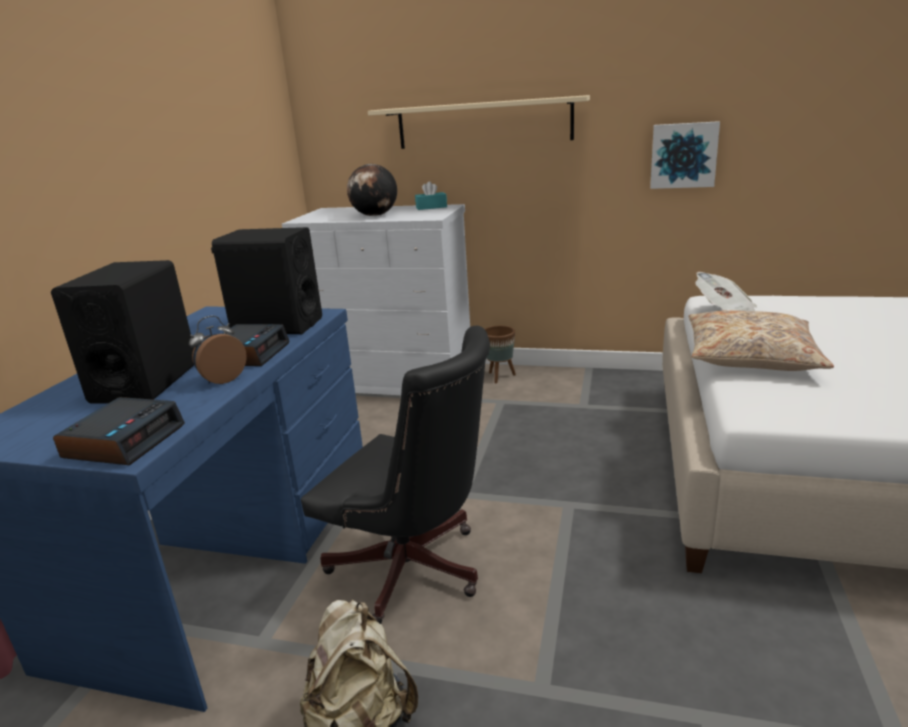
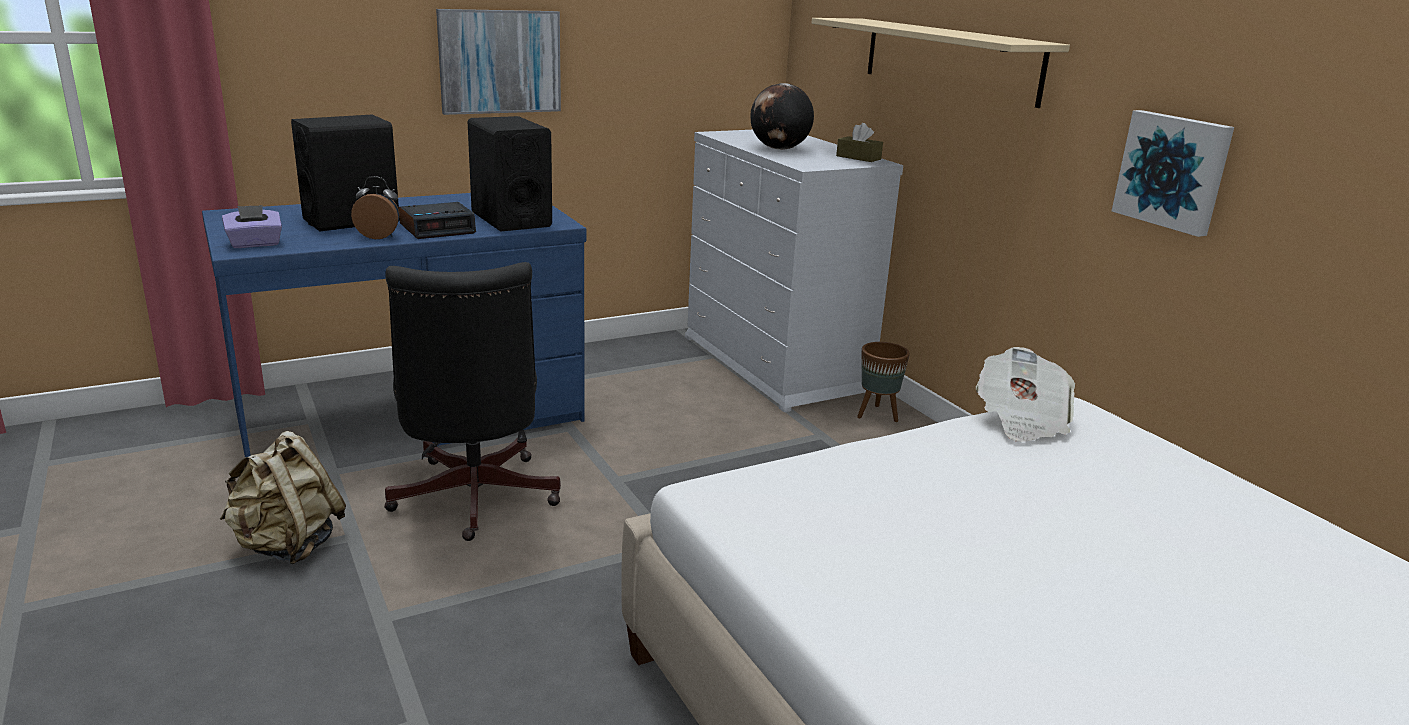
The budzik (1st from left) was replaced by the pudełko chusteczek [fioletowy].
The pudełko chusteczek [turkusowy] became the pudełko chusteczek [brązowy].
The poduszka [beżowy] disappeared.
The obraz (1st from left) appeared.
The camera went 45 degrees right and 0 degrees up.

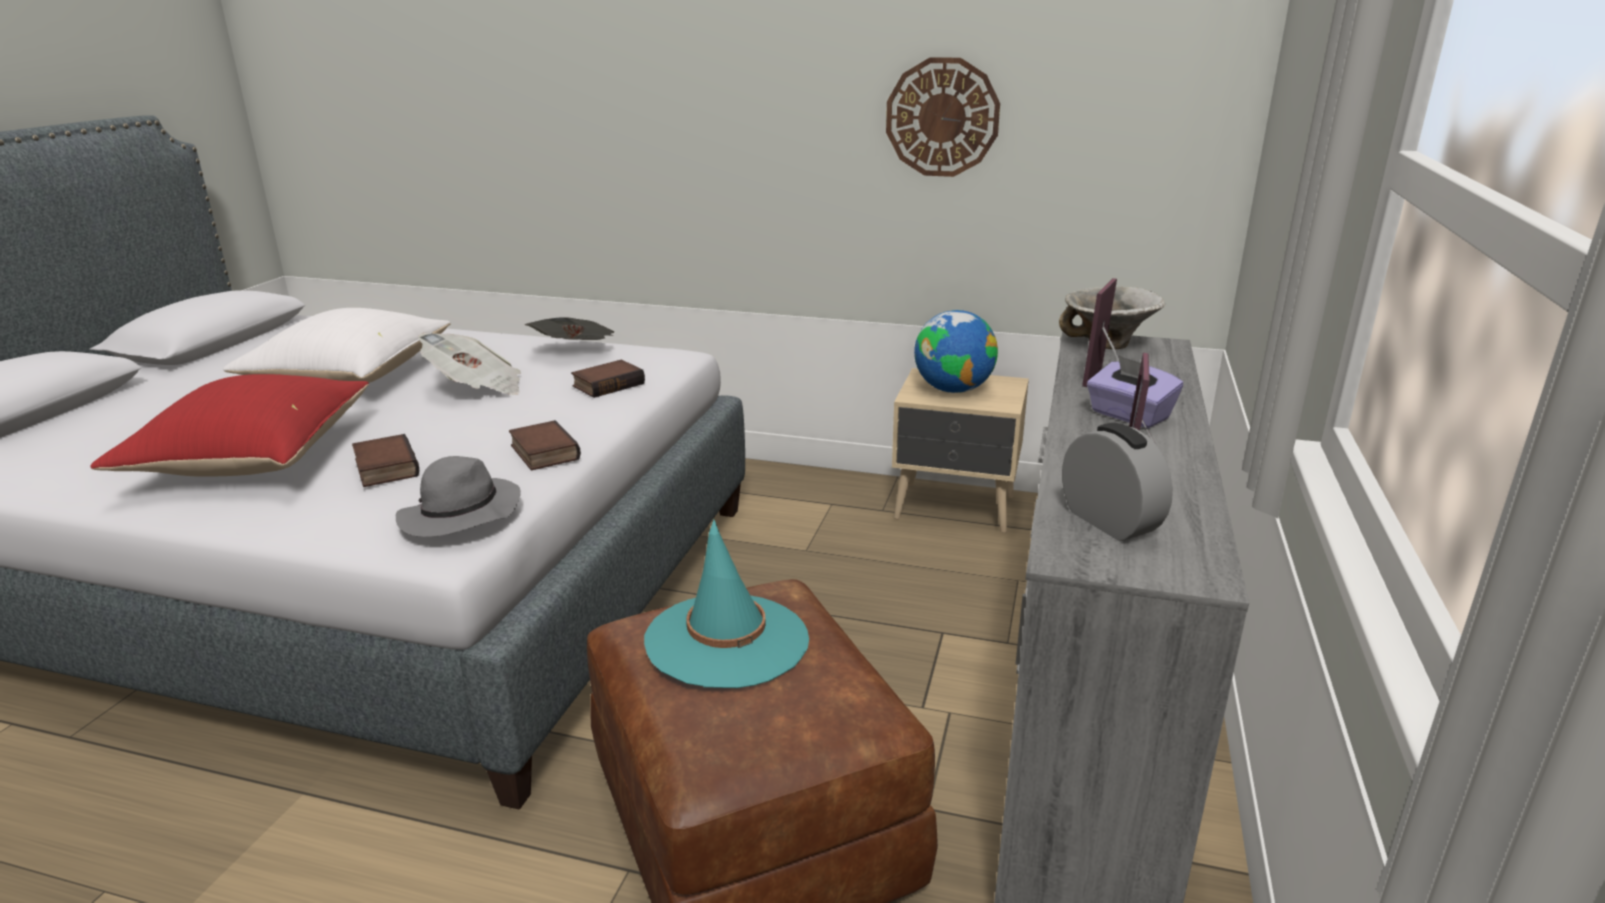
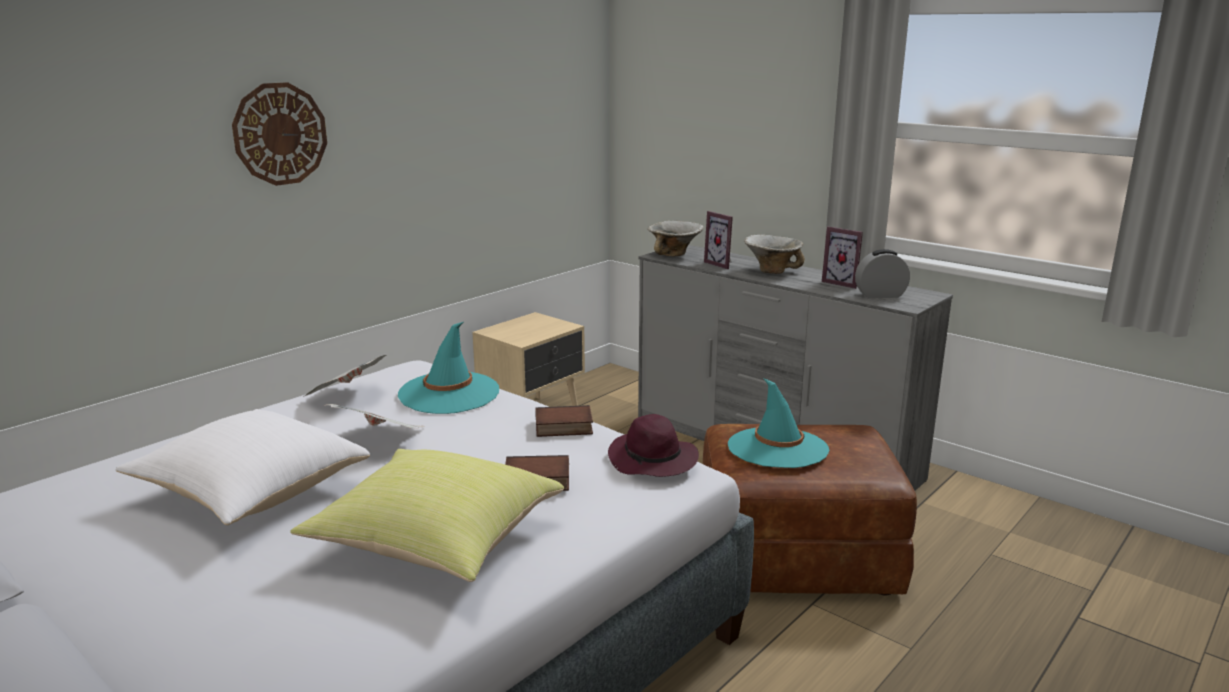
The poduszka [czerwony] became the poduszka [żółty].
The kapelusz [szary] became the kapelusz [fioletowy].
The książka (3rd from left) was replaced by the kapelusz [turkusowy] (1st from left).
The zegar ścienny moved.
The globus disappeared.
The pudełko chusteczek [fioletowy] was replaced by the miska (2nd from left).
The camera went 65 degrees left and 5 degrees down.

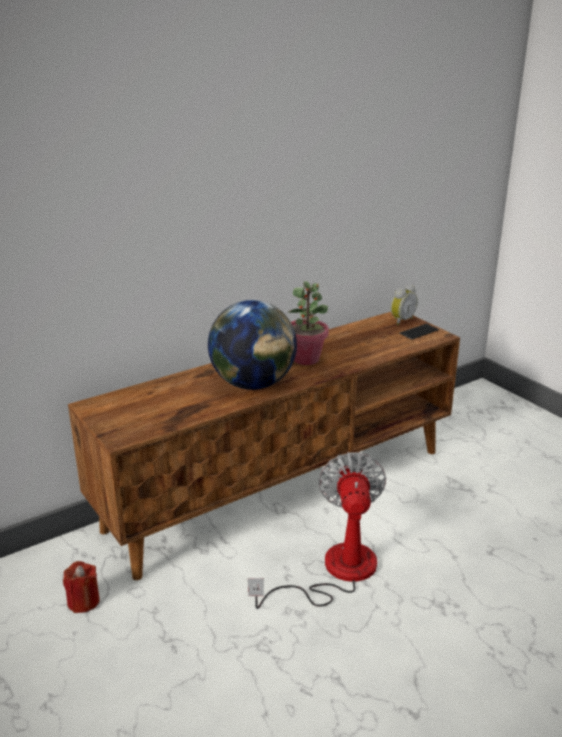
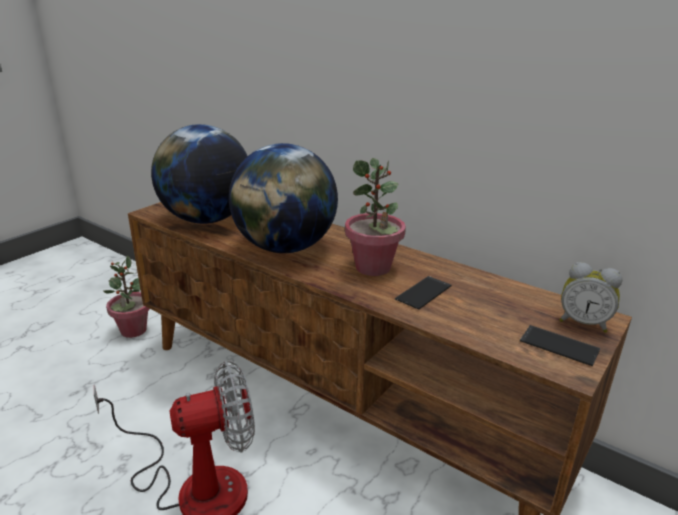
The świeca [czerwony] was replaced by the roślina doniczkowa (1st from left).
The globus (1st from left) appeared.
The telefon (1st from left) appeared.
The camera went 70 degrees right and 0 degrees up.

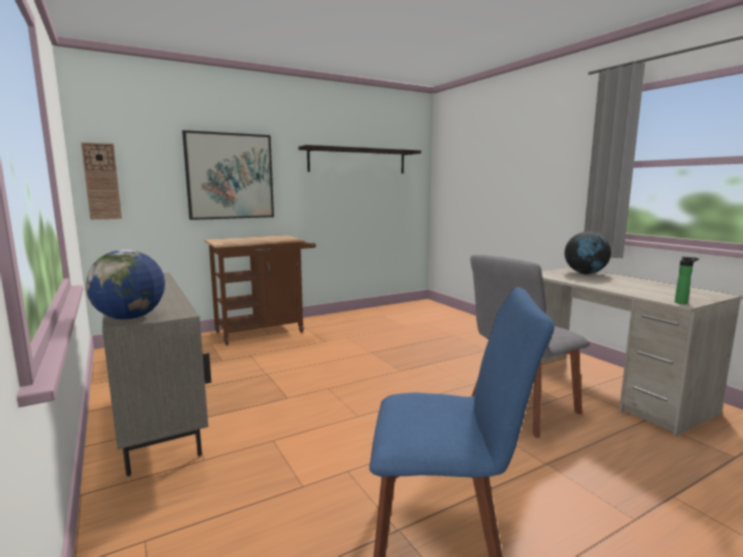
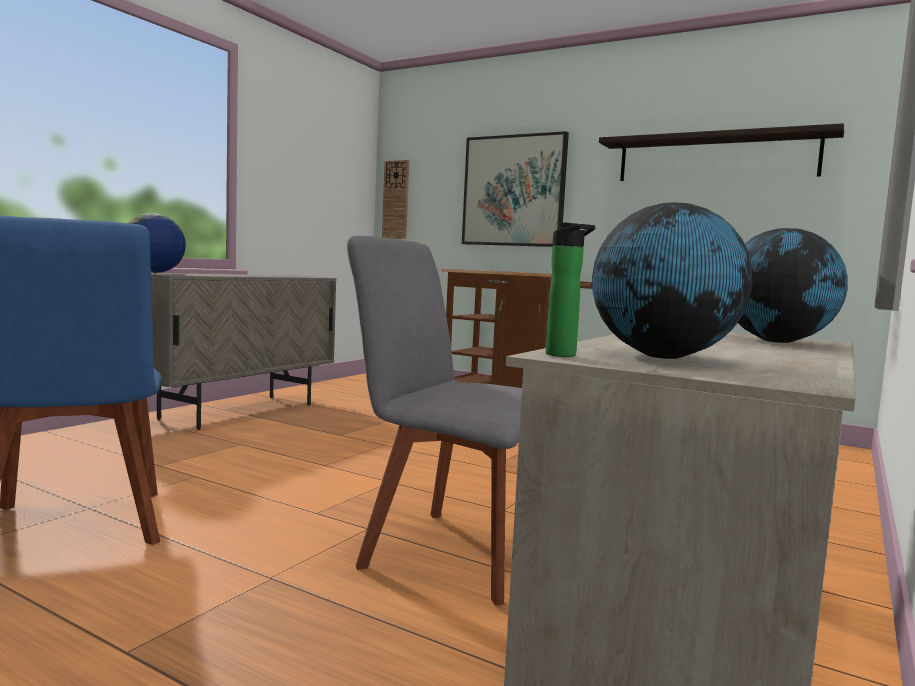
The globus (2nd from left) appeared.
The camera went 60 degrees right and 5 degrees down.

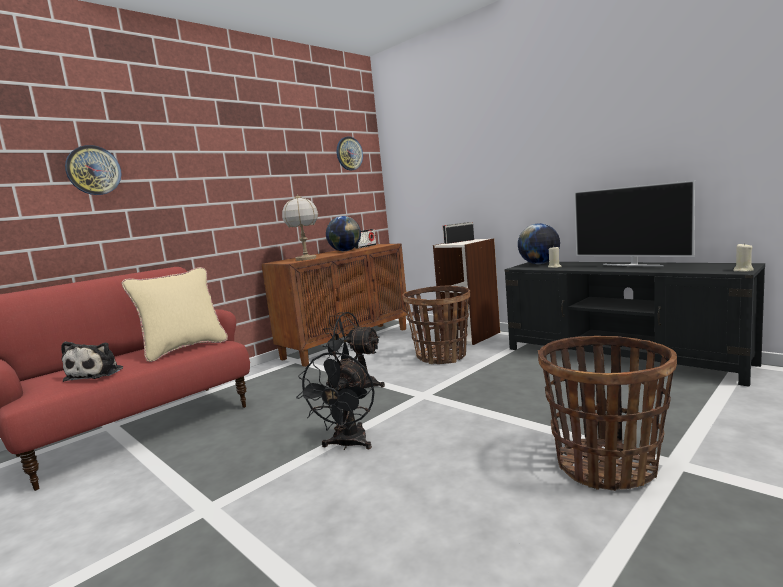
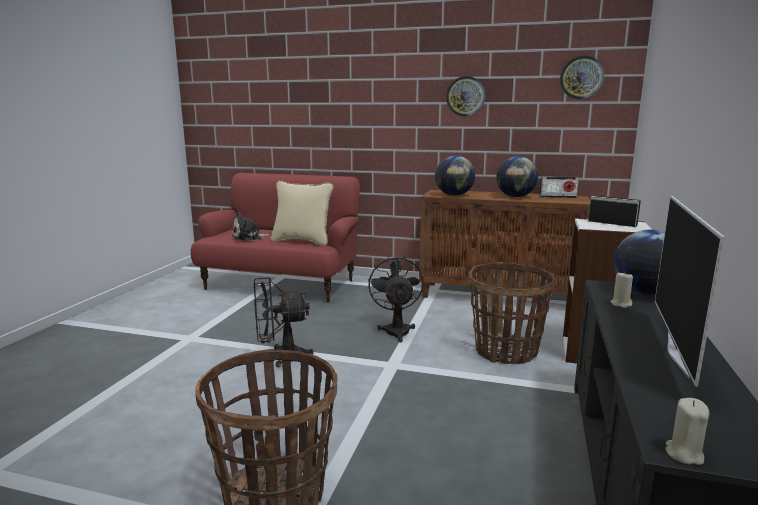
The zegar ścienny (1st from left) moved.
The lampa stołowa was replaced by the globus (1st from left).
The camera went 60 degrees right and 5 degrees up.

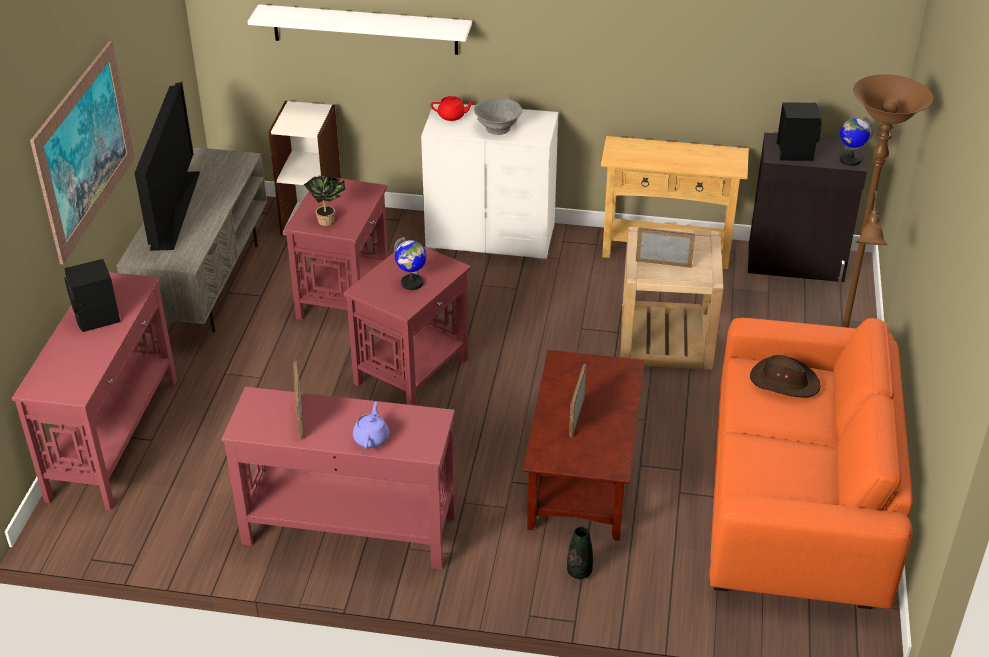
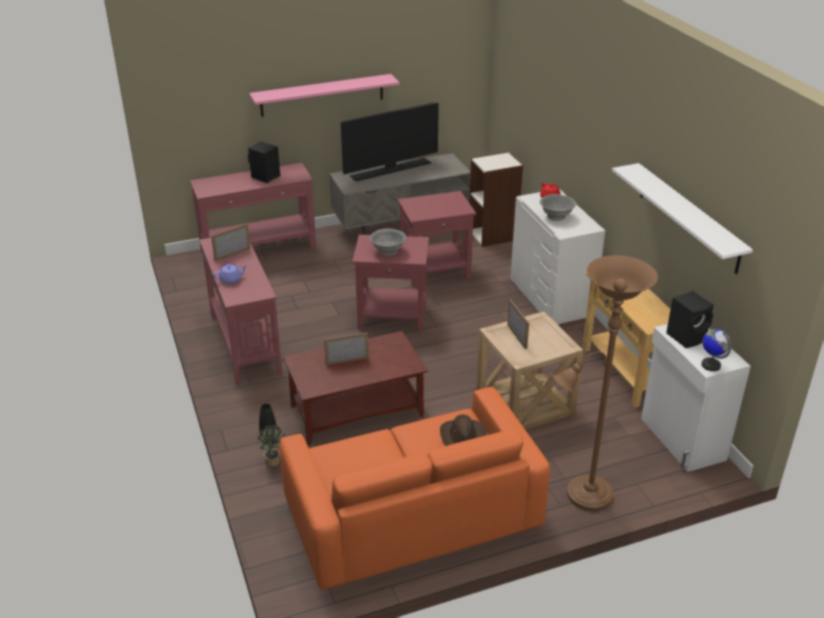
The obraz was replaced by the półka [różowy].
The półka [biały] moved.
The roślina doniczkowa moved.
The globus (1st from left) was replaced by the miska [szary] (1st from left).
The szafka [czarny] became the szafka [biały].
The camera went 60 degrees right and 5 degrees down.

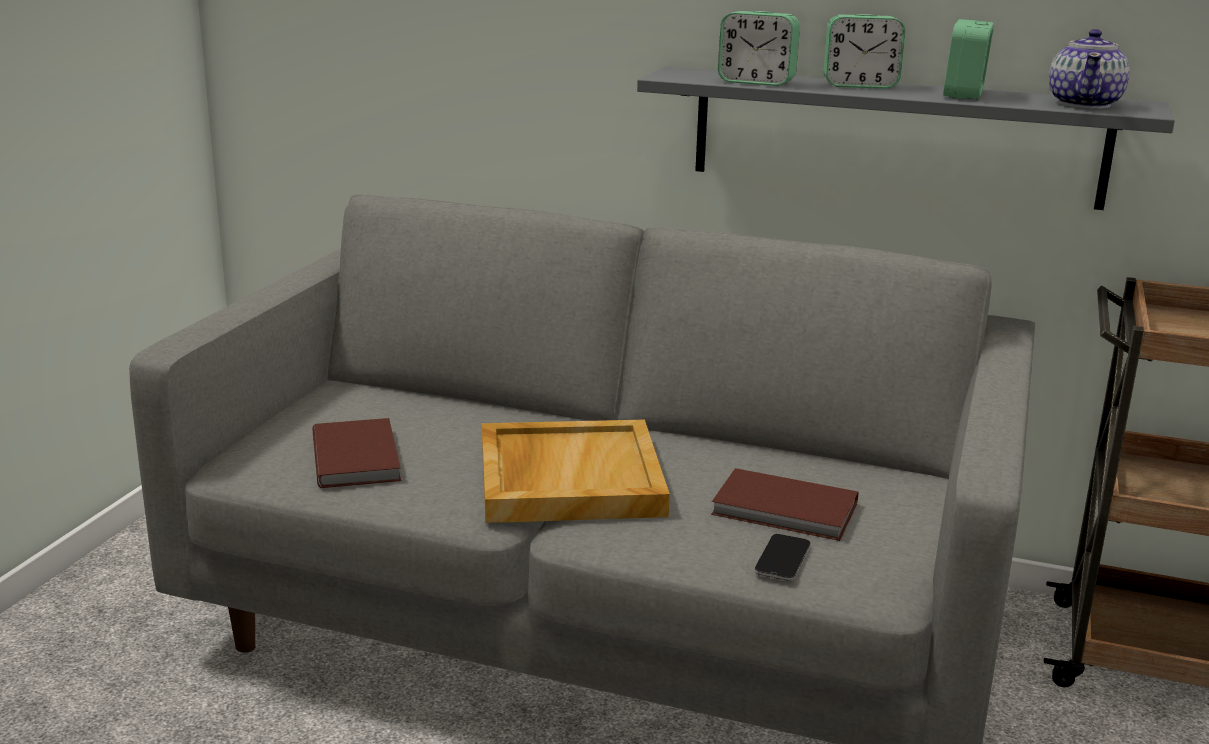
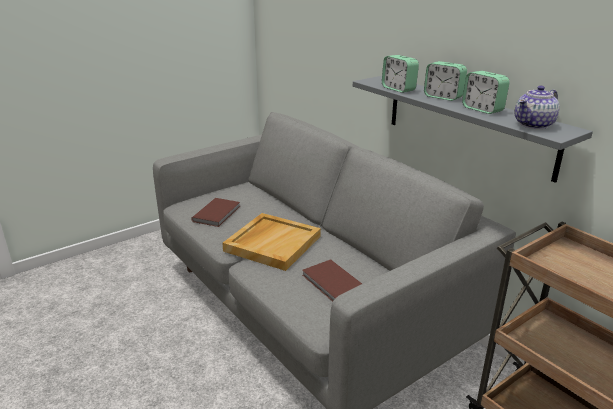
The telefon disappeared.
The budzik (3rd from left) turned 90 degrees counterclockwise.
The camera went 35 degrees right and 5 degrees up.

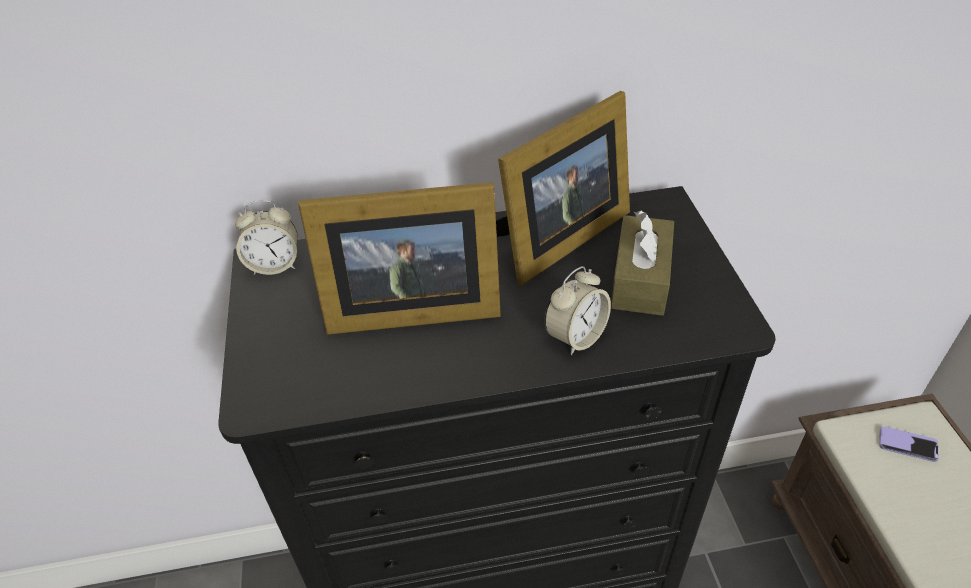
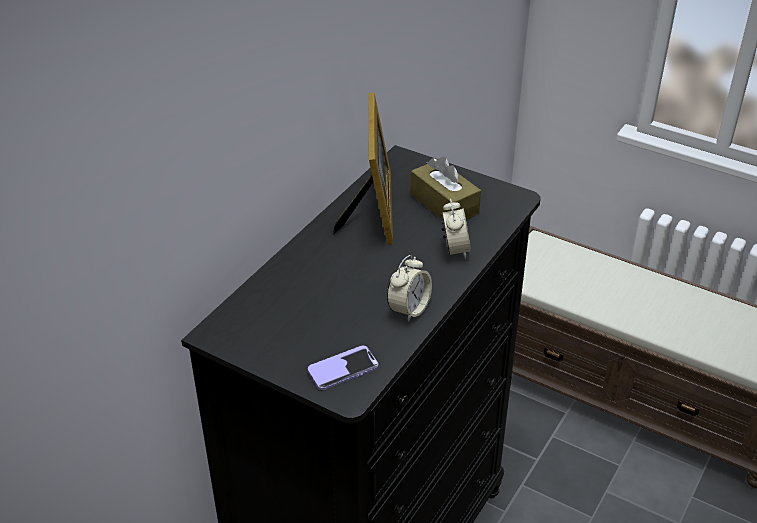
The budzik (1st from left) moved.
The ramka na zdjęcie (1st from left) disappeared.
The telefon moved.
The camera went 50 degrees left and 5 degrees down.

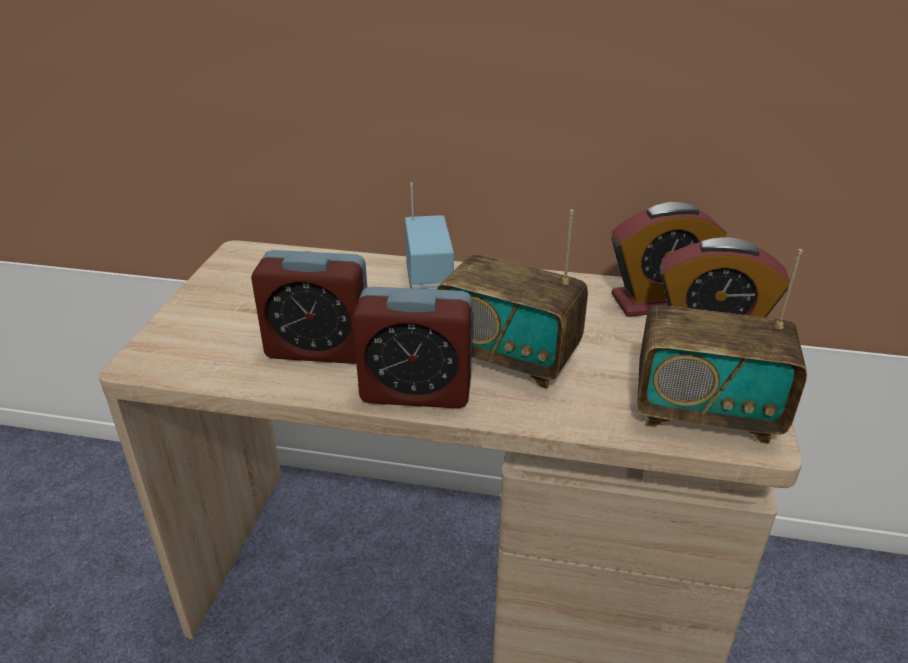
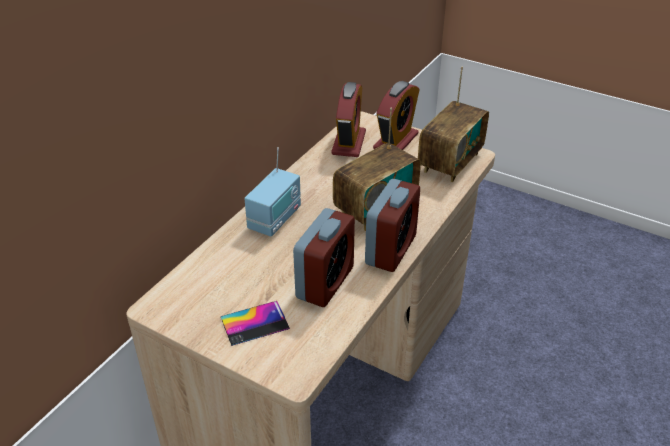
The radio (1st from left) turned 105 degrees clockwise.
The telefon appeared.
The camera went 70 degrees left and 5 degrees up.

